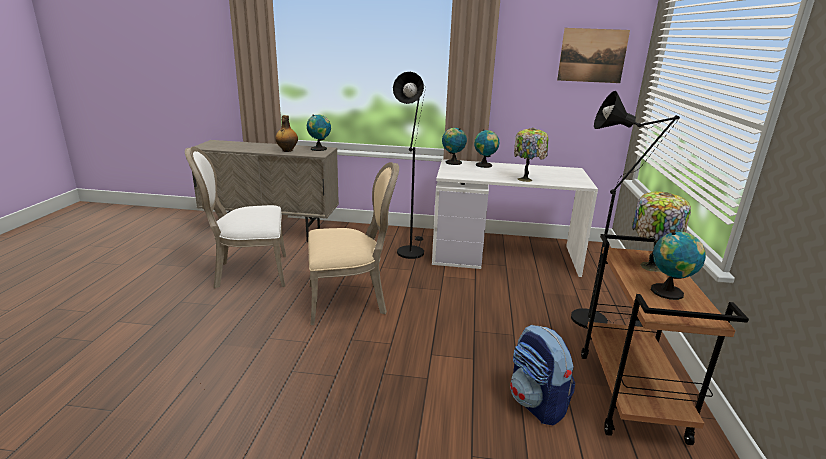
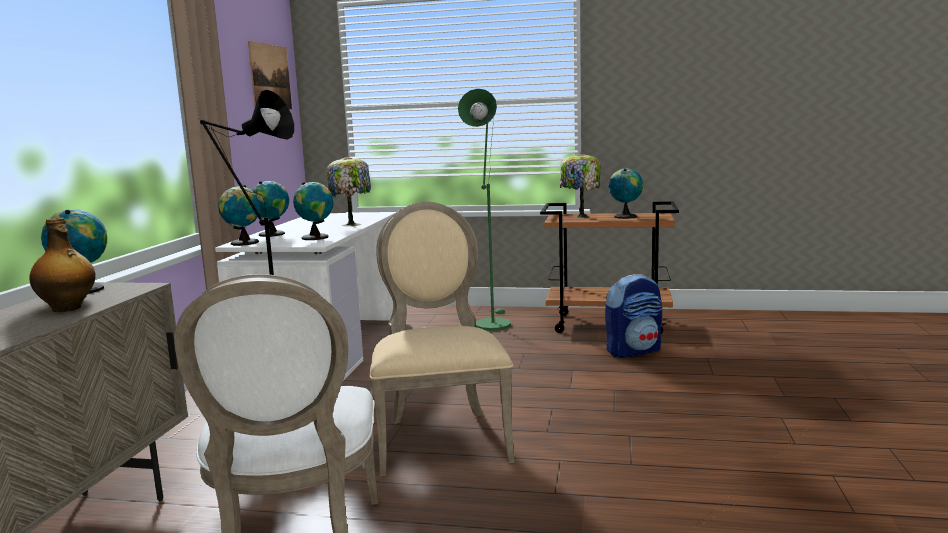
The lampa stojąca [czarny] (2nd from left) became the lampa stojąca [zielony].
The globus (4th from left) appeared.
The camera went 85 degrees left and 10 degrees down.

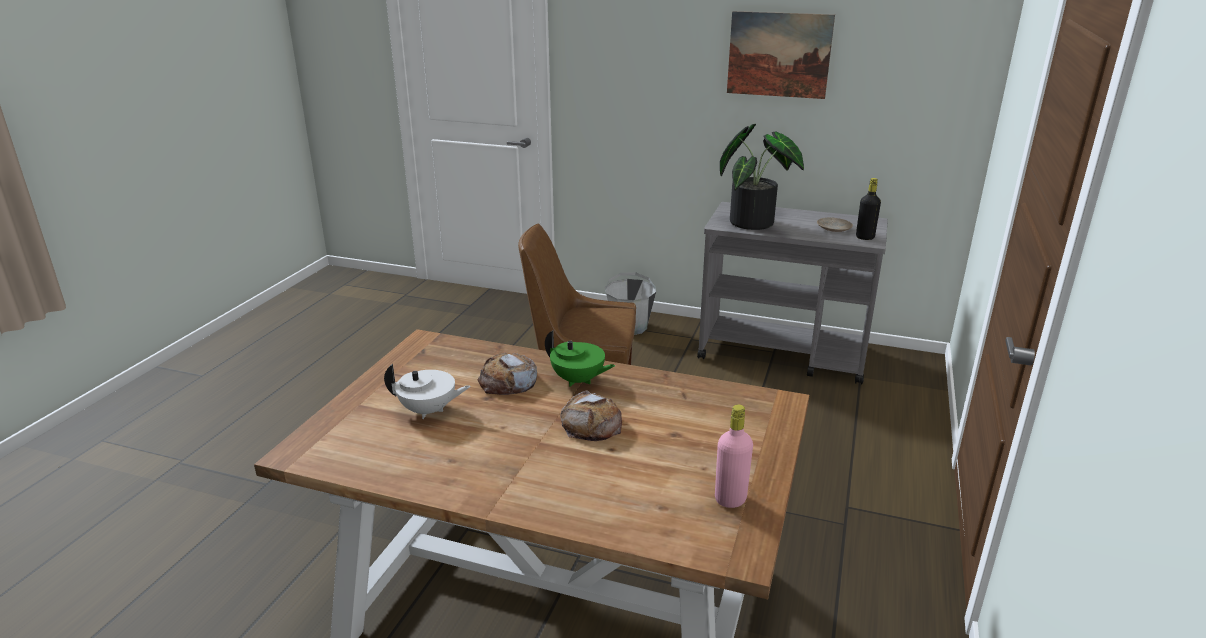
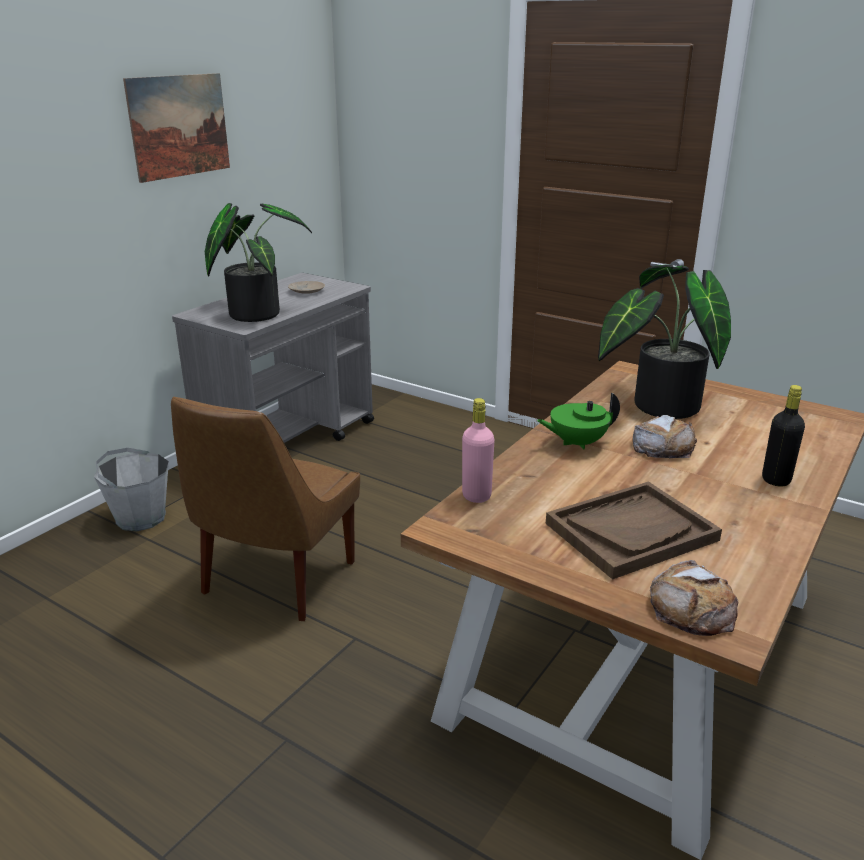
The imbryk [biały] was replaced by the taca [brązowy].
The chleb (1st from left in the first image) moved.
The imbryk [zielony] turned 150 degrees counterclockwise.
The butelka [różowy] moved.
The butelka [czarny] moved.
The roślina doniczkowa (2nd from left) appeared.
The camera went 75 degrees left and 0 degrees up.

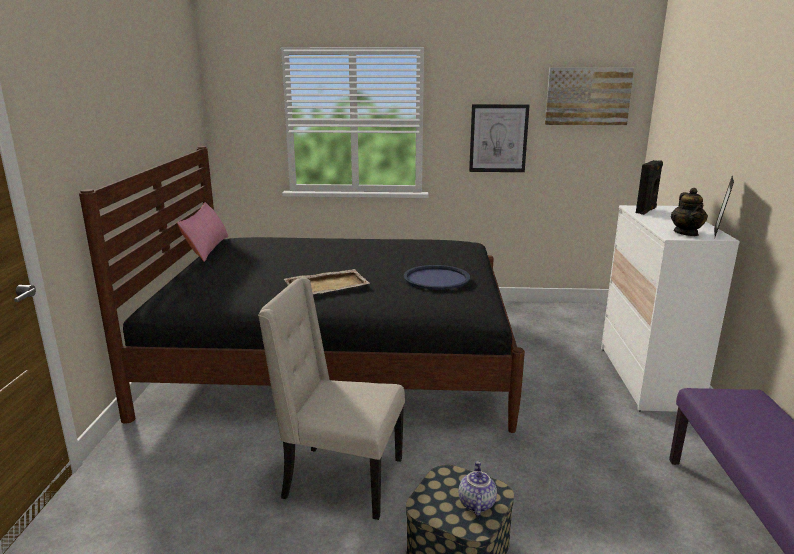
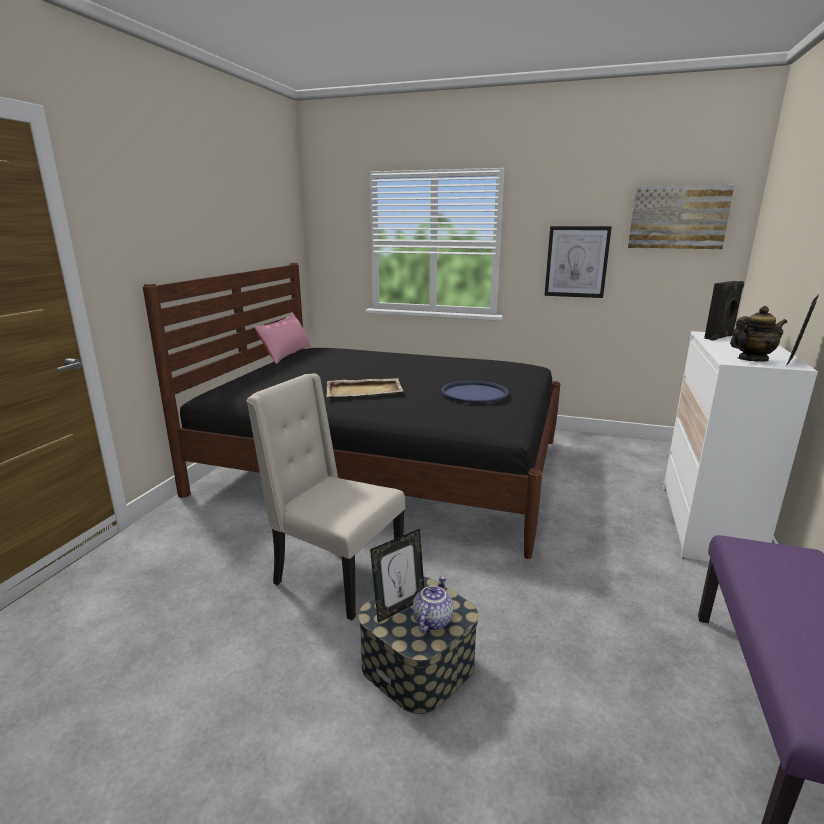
The imbryk (2nd from left) turned 120 degrees counterclockwise.
The ramka na zdjęcie (1st from left) appeared.
The camera went 15 degrees right and 0 degrees up.

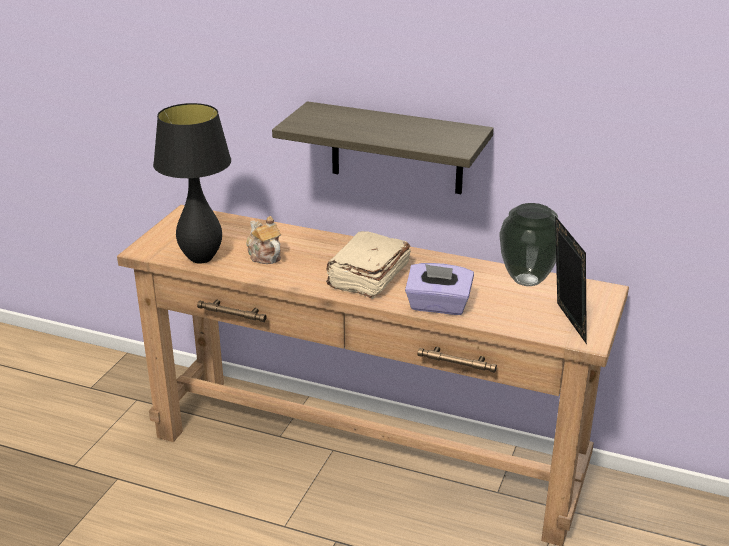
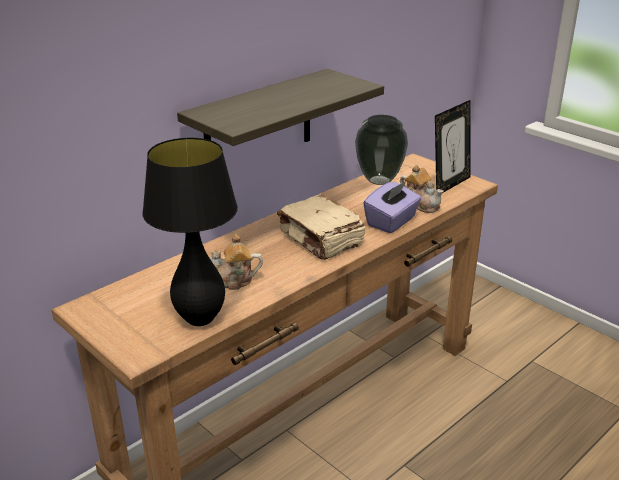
The ramka na zdjęcie turned 120 degrees clockwise.
The imbryk (2nd from left) appeared.
The camera went 65 degrees left and 0 degrees up.

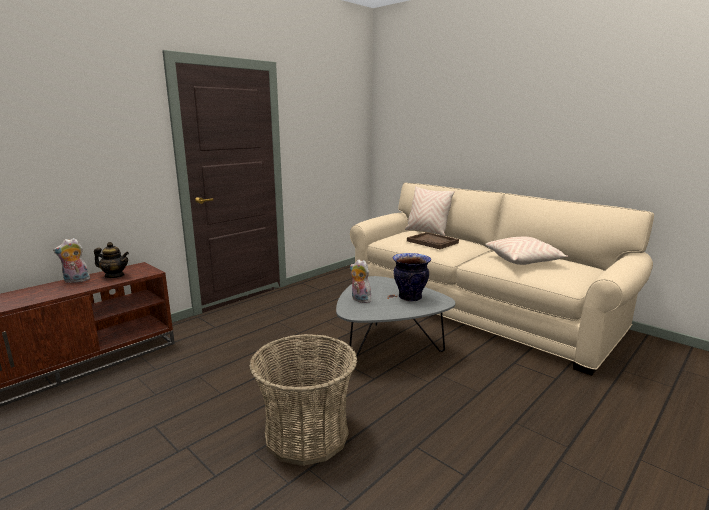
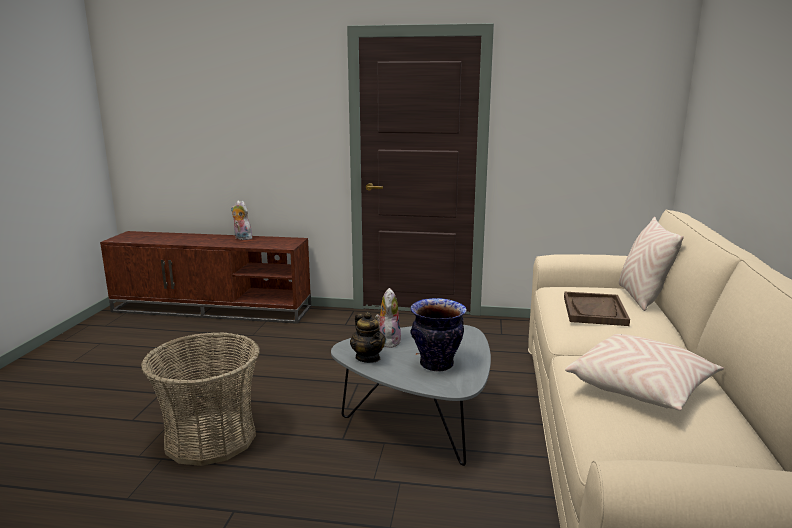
The imbryk moved.
The camera went 55 degrees right and 0 degrees up.

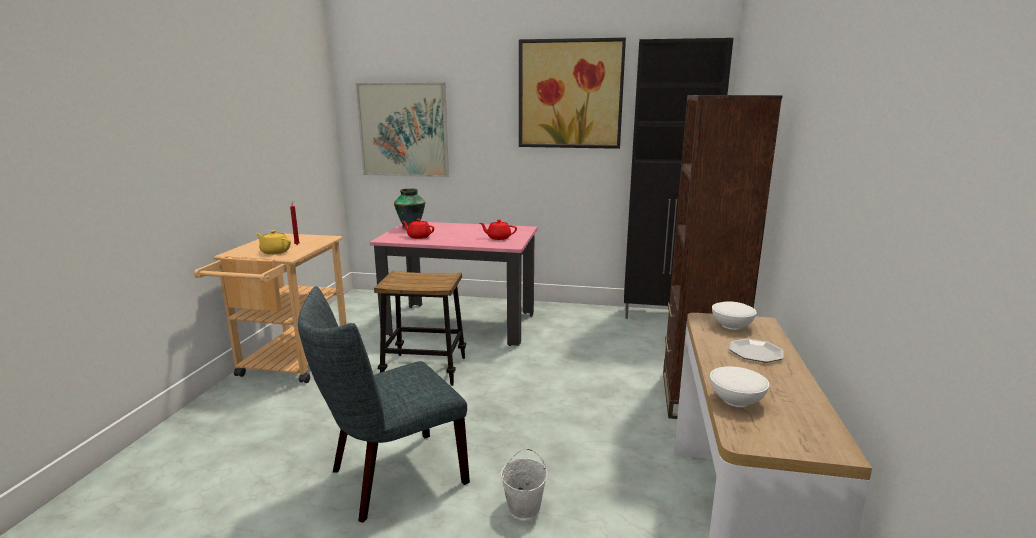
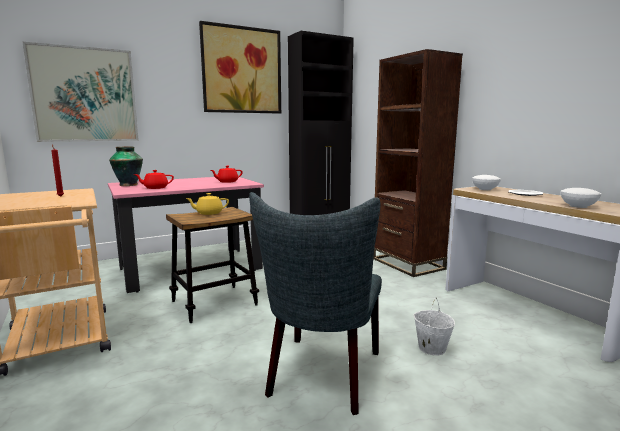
The imbryk [żółty] moved.
The camera went 40 degrees left and 5 degrees down.

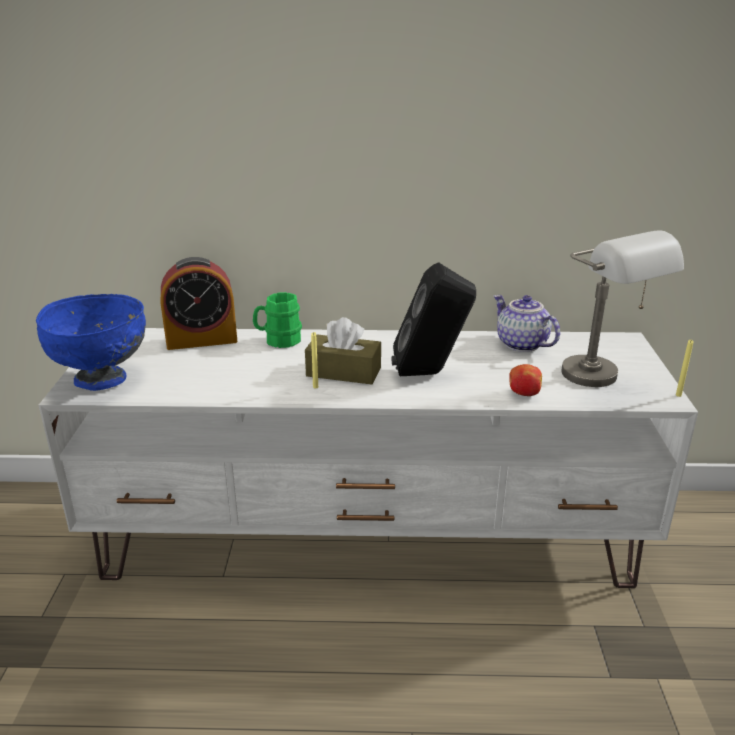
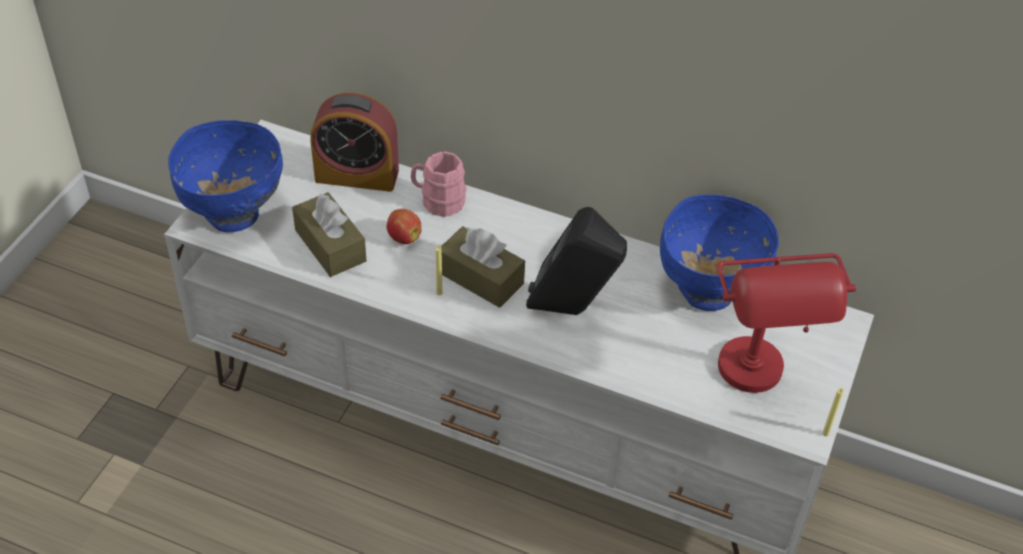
The kubek [zielony] became the kubek [różowy].
The imbryk was replaced by the miska [niebieski] (2nd from left).
The jabłko moved.
The lampa stołowa [szary] became the lampa stołowa [czerwony].
The pudełko chusteczek [brązowy] (1st from left) appeared.
The camera went 20 degrees right and 20 degrees up.

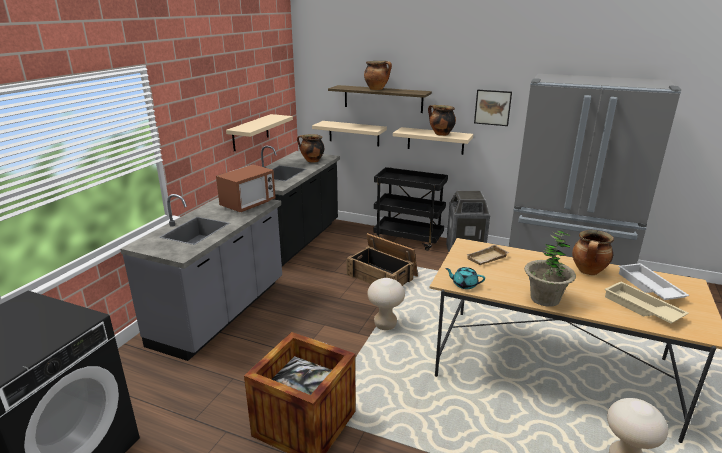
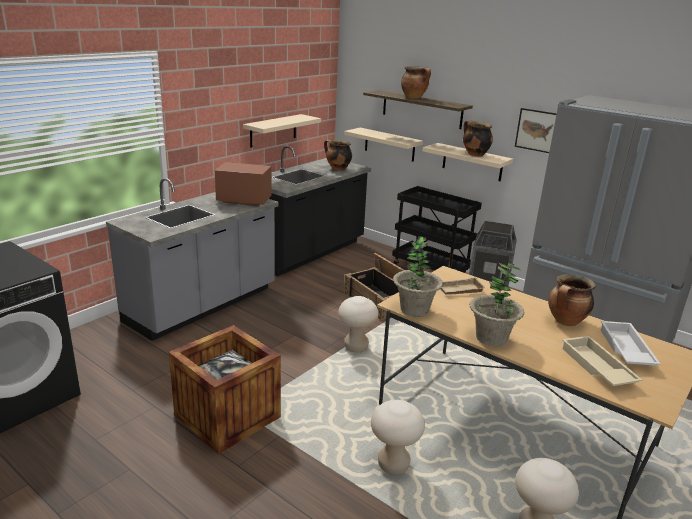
The mikrofalówka turned 135 degrees counterclockwise.
The imbryk [turkusowy] was replaced by the roślina doniczkowa (1st from left).
The stołek [beżowy] (2nd from left) appeared.
The camera went 15 degrees right and 0 degrees up.

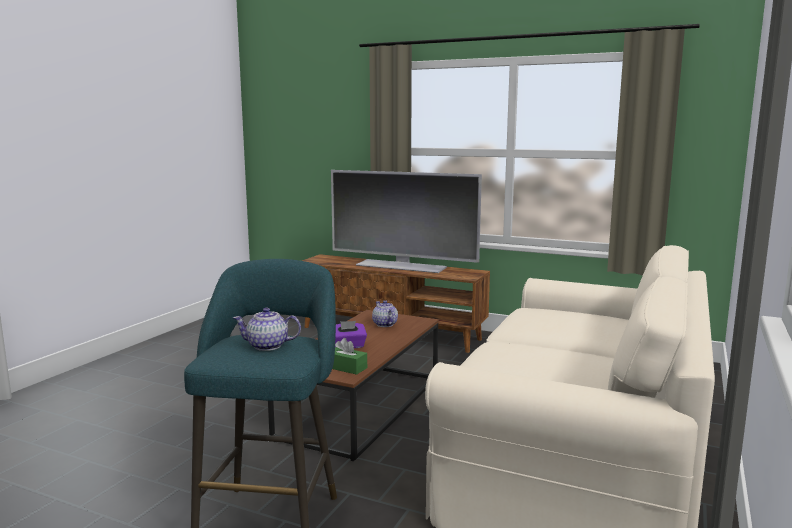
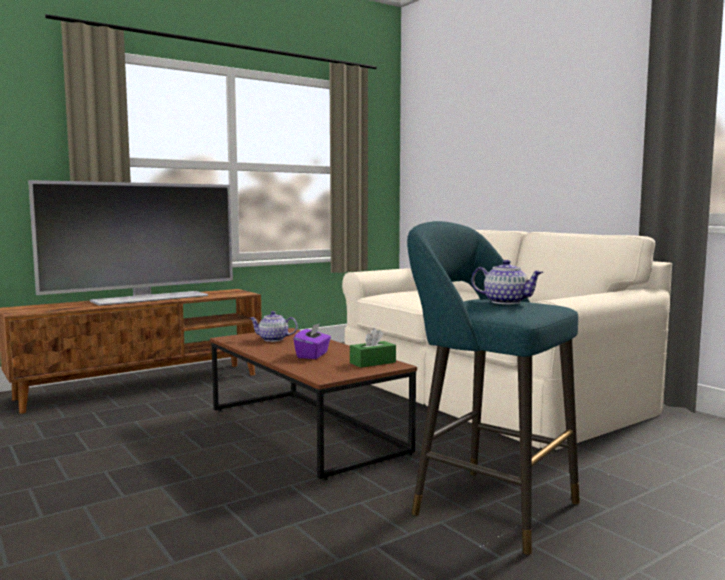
The imbryk (1st from left in the first image) turned 90 degrees counterclockwise.
The camera went 60 degrees left and 5 degrees down.

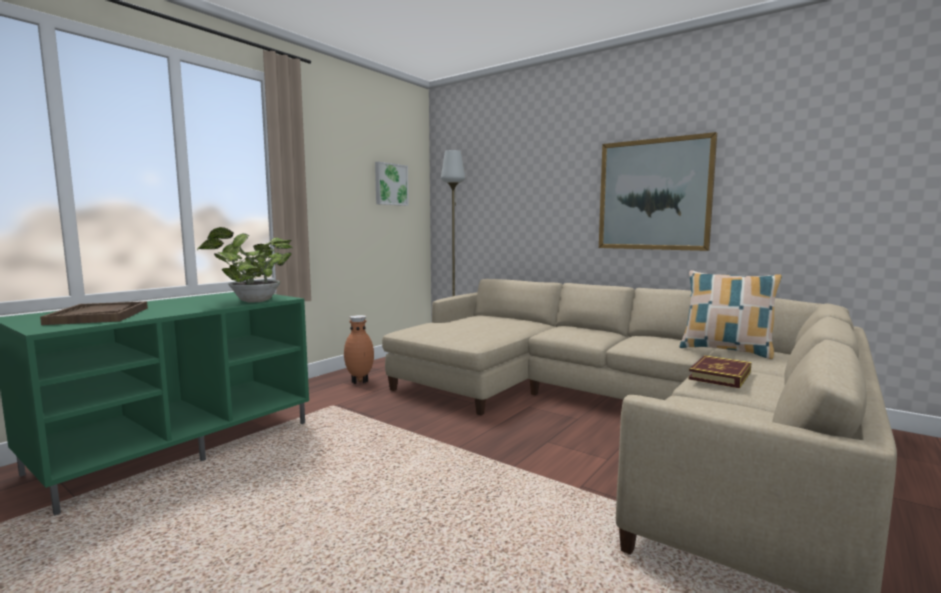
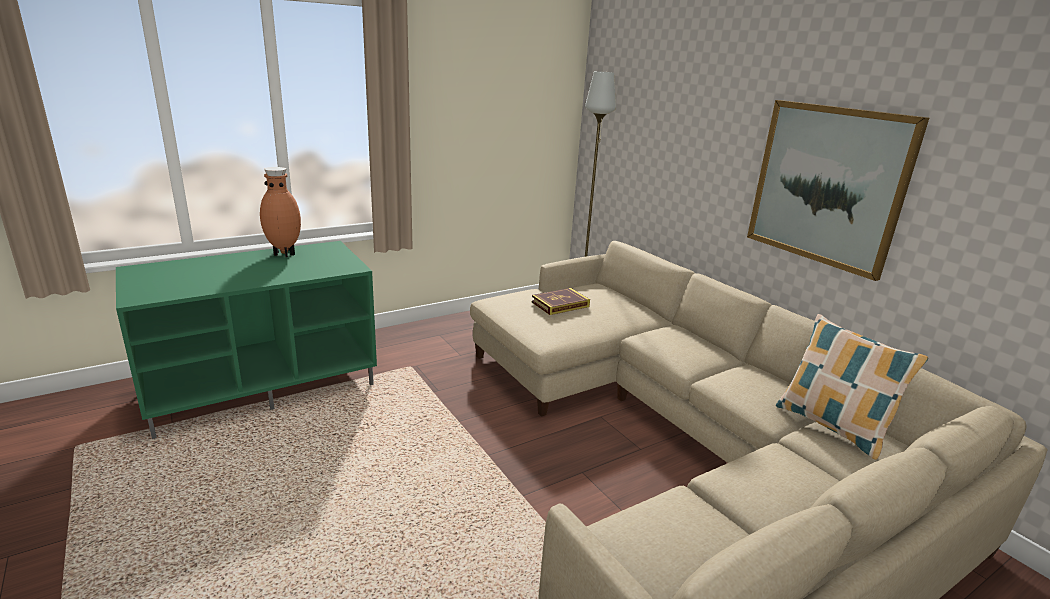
The taca [brązowy] disappeared.
The roślina doniczkowa disappeared.
The wazon [brązowy] moved.
The obraz (1st from left) disappeared.
The książka moved.
The camera went 20 degrees right and 15 degrees up.

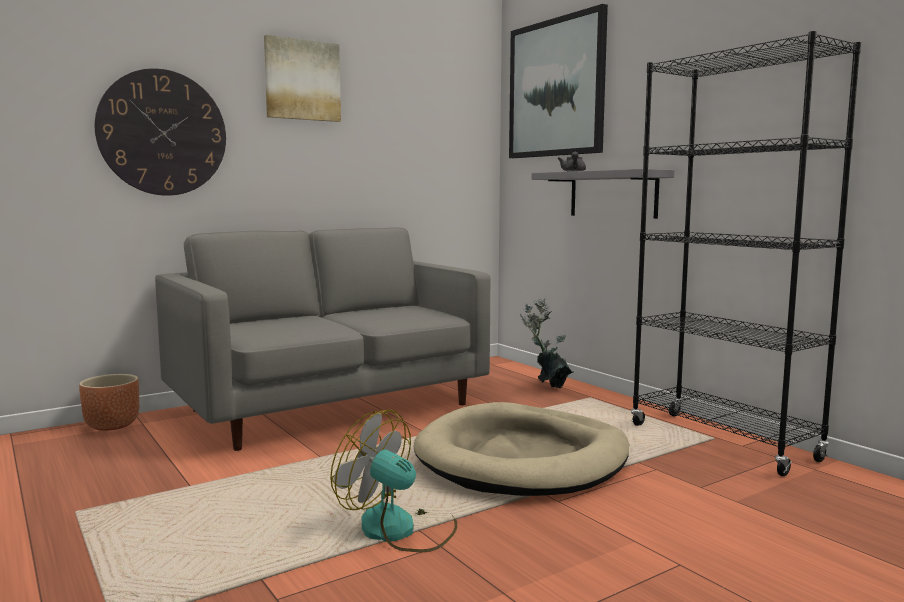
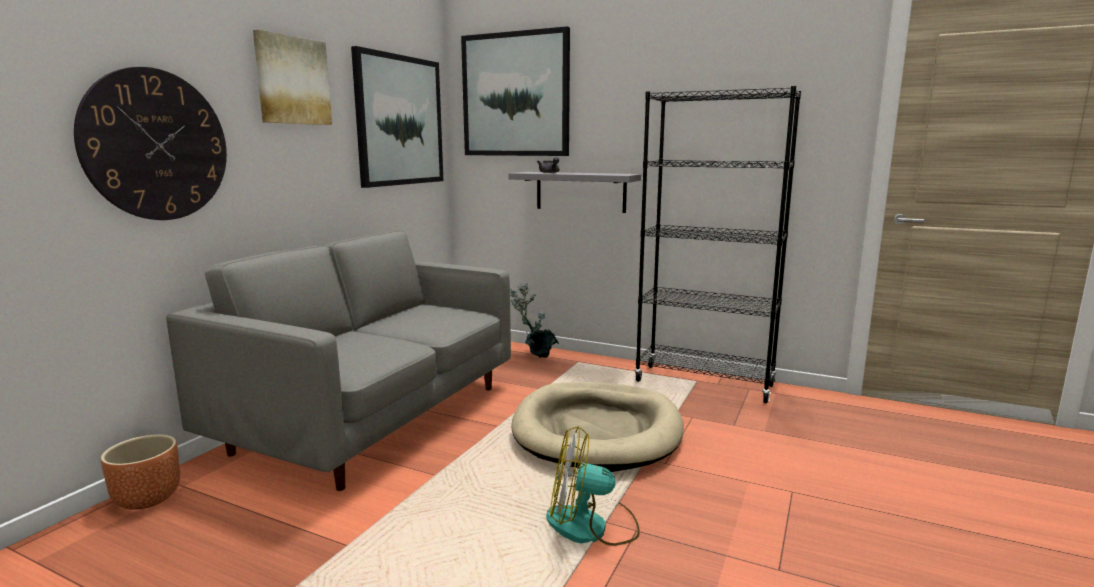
The obraz (2nd from left) appeared.
The camera went 30 degrees left and 5 degrees up.

